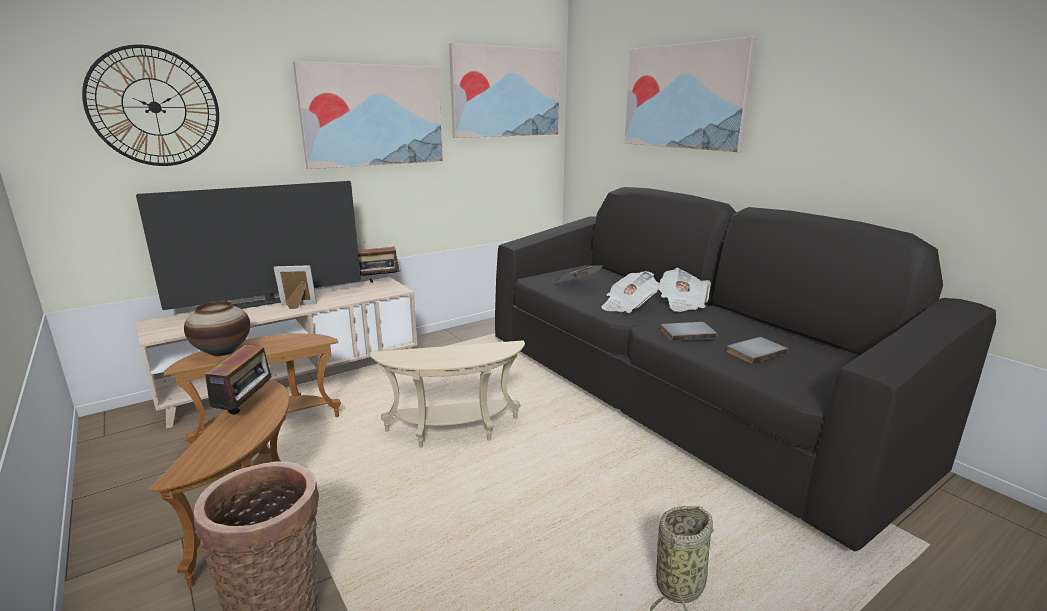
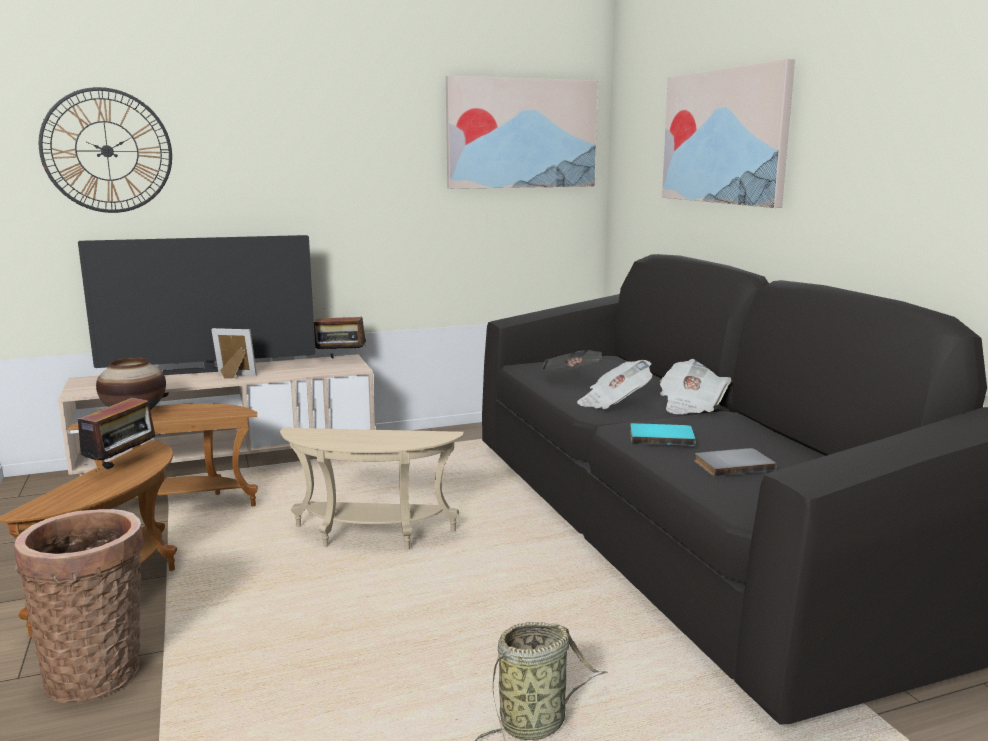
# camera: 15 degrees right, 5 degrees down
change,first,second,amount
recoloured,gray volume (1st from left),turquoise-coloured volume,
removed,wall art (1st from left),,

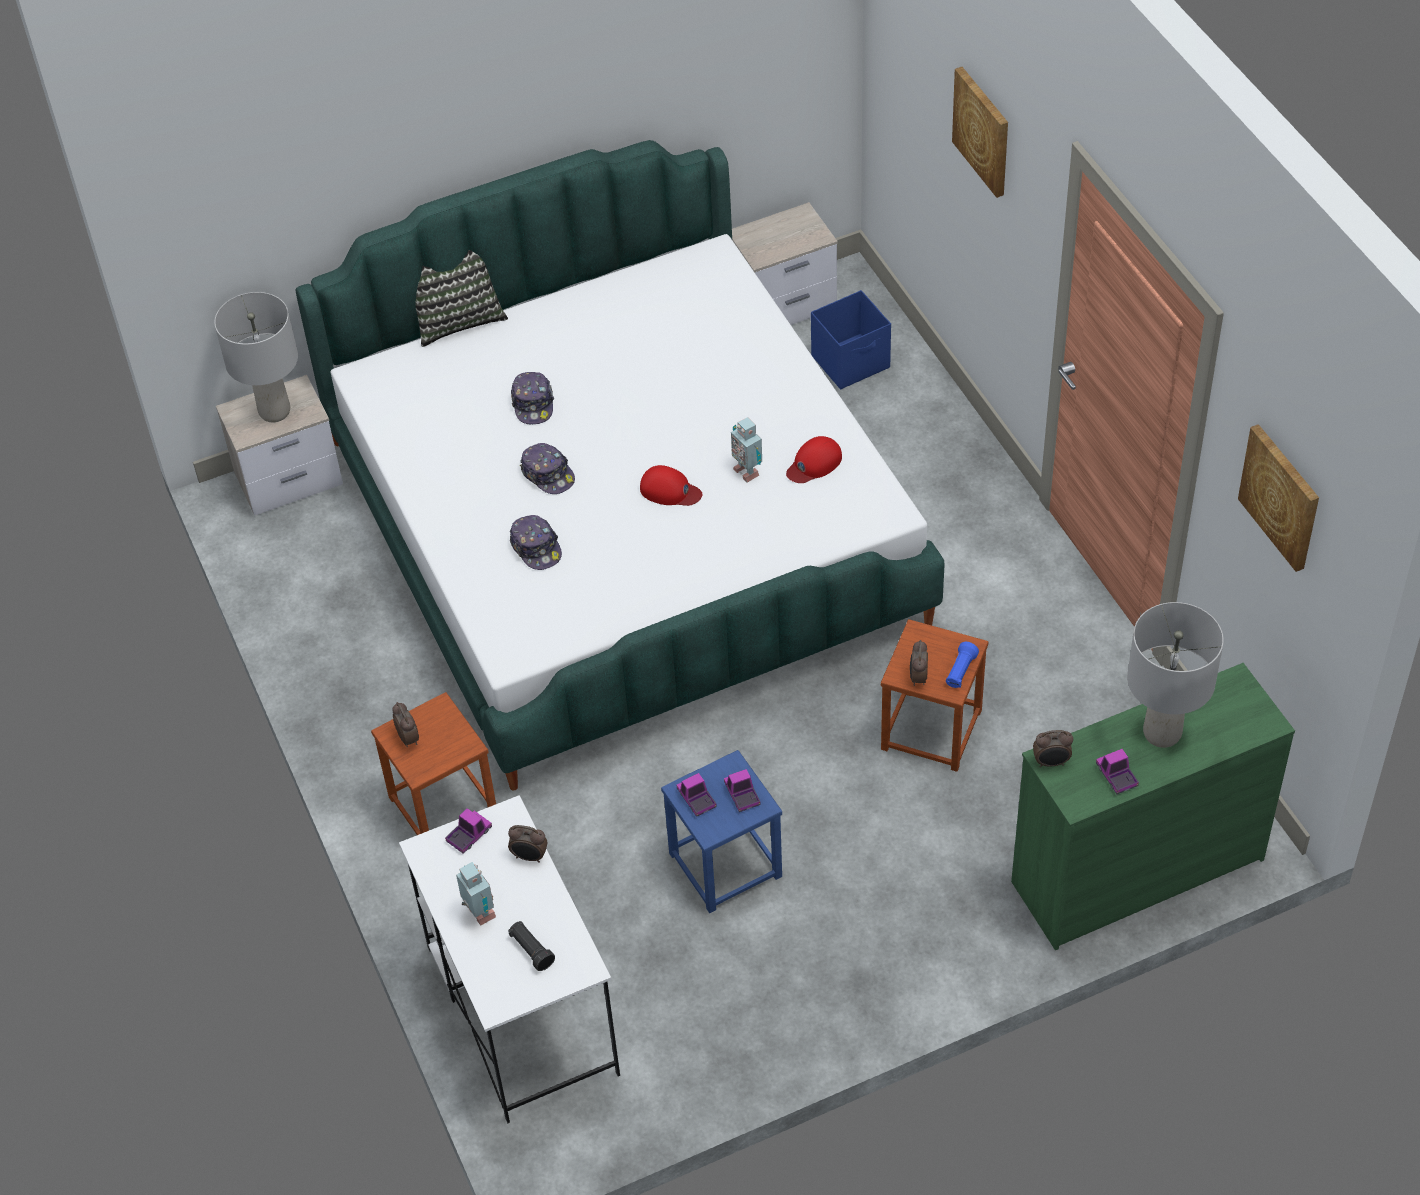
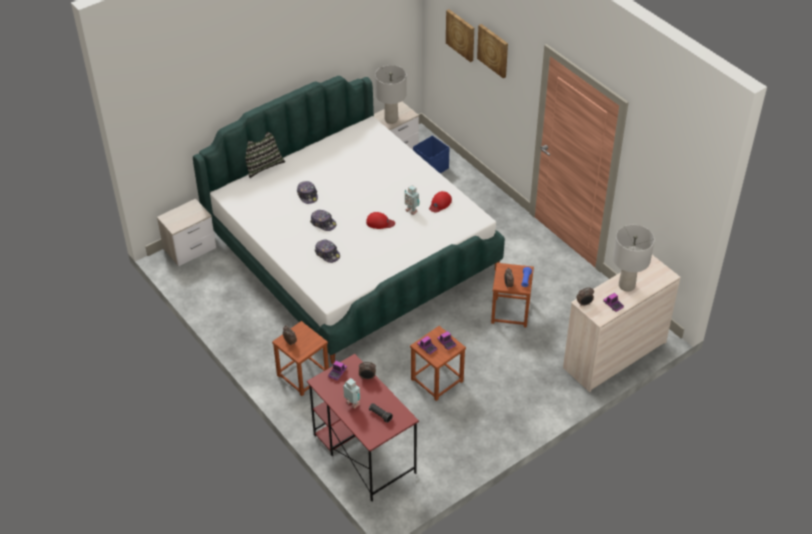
# camera: 15 degrees left, 5 degrees down
change,first,second,amount
recoloured,white desk unit,reddish desk unit,
moved,gray lamp for a table (1st from left),,
recoloured,bluish stool,brown-coloured stool (2nd from left),
moved,wall art (2nd from left in the first image),wall art (1st from left),
recoloured,greenish dresser,beige dresser,

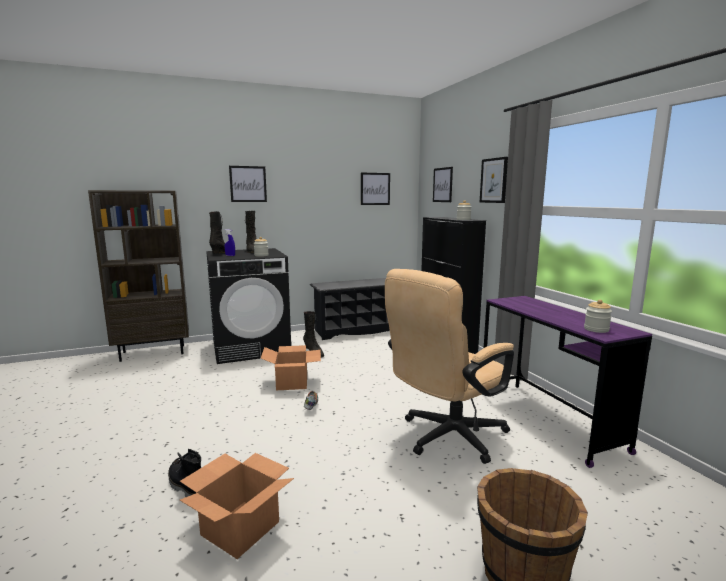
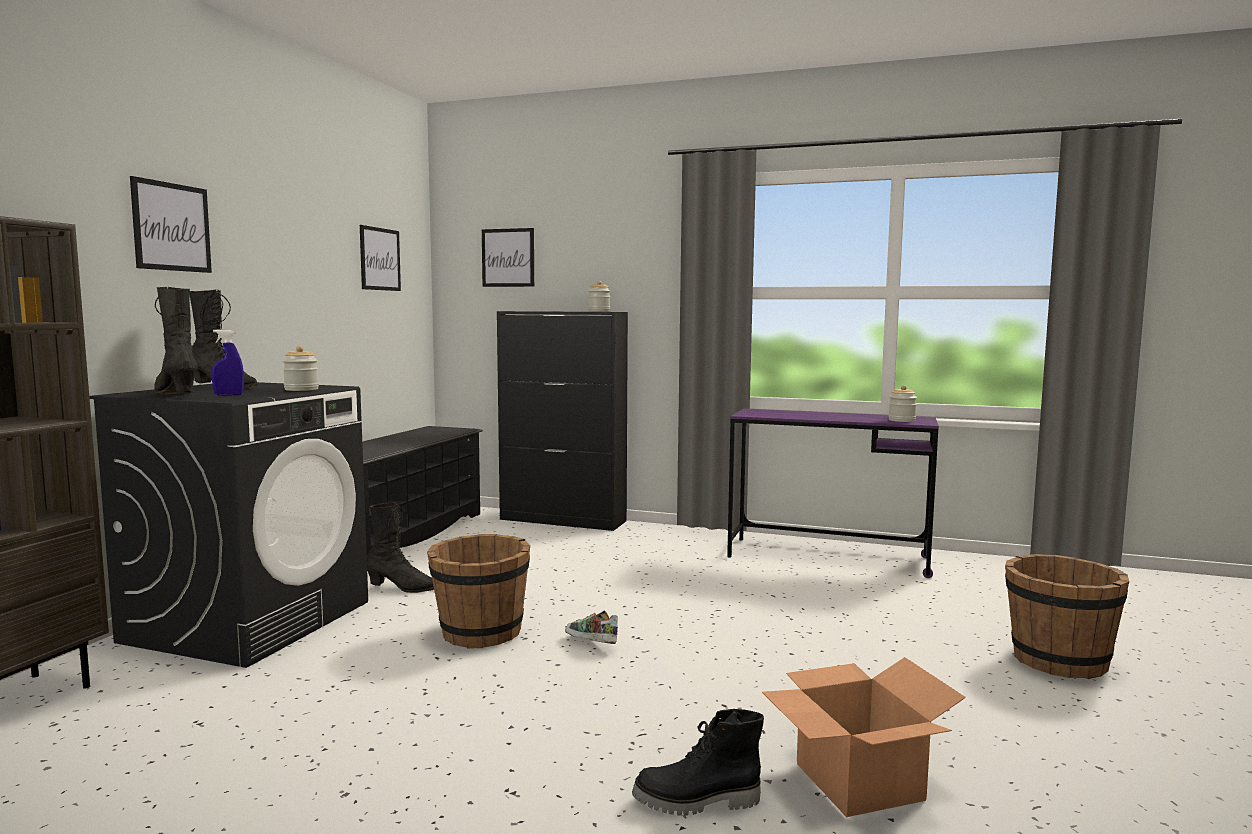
# camera: 50 degrees left, 5 degrees down
change,first,second,amount
replaced,cardboard box (2nd from left),brown-coloured bucket (1st from left),
removed,beige office chair,,
removed,wall art (4th from left),,

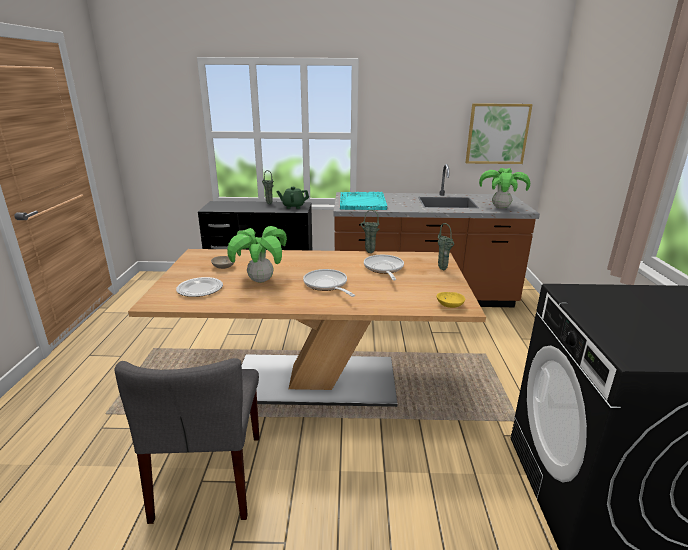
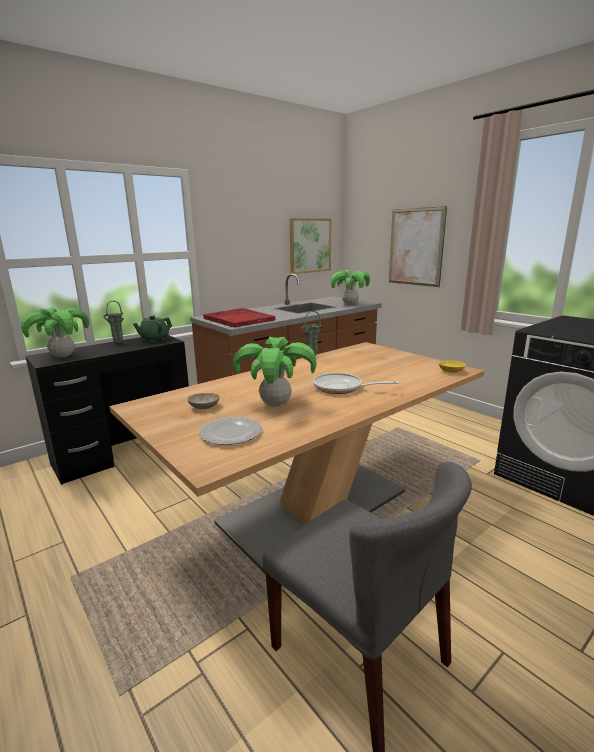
# camera: 40 degrees left, 5 degrees down
change,first,second,amount
added,,houseplant (1st from left),
recoloured,turquoise-coloured carrying tray,reddish carrying tray,
added,,wall art (2nd from left),
removed,skillet (2nd from left),,
removed,greenish flower vase (3rd from left),,

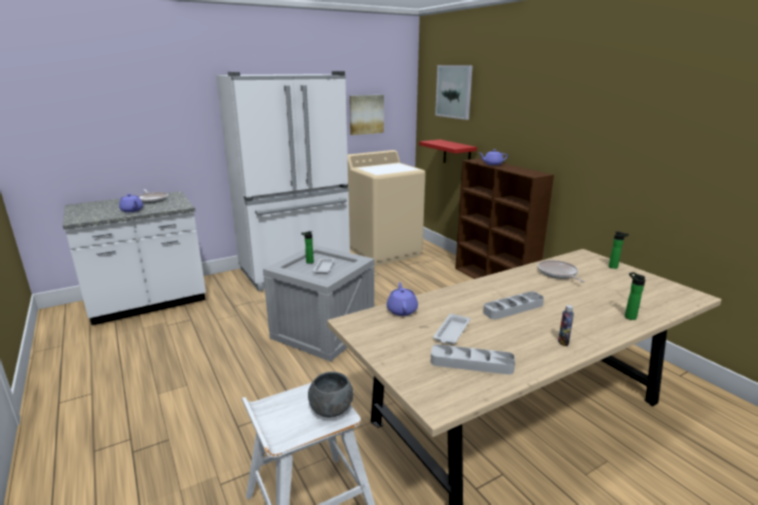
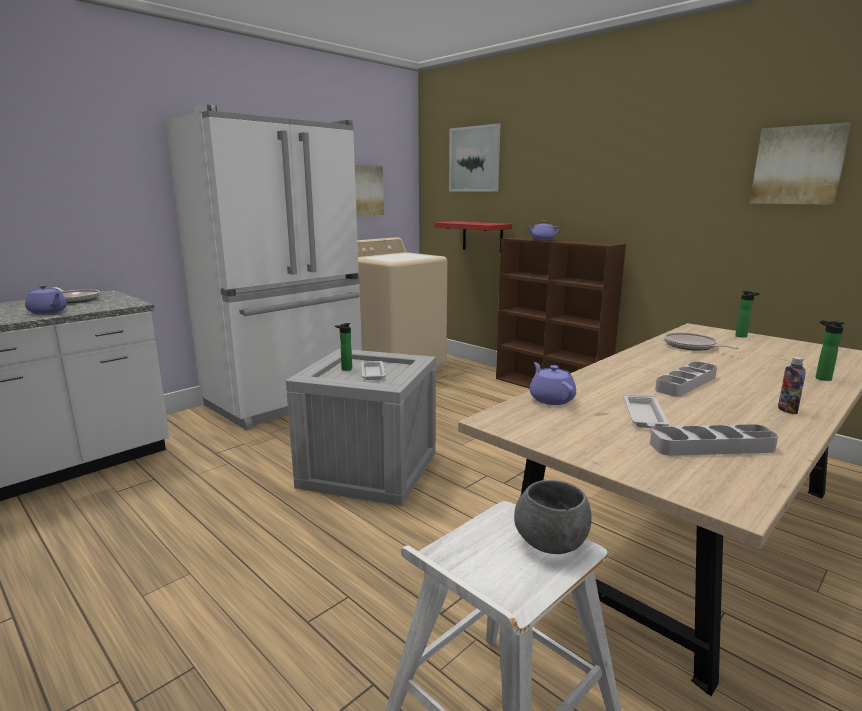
# camera: 15 degrees left, 5 degrees down
change,first,second,amount
added,,wall art (3rd from left),

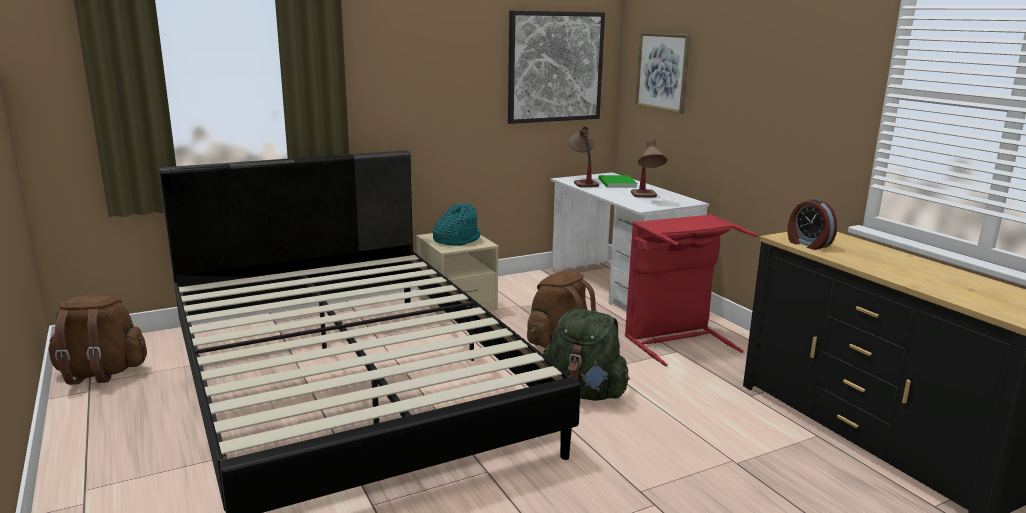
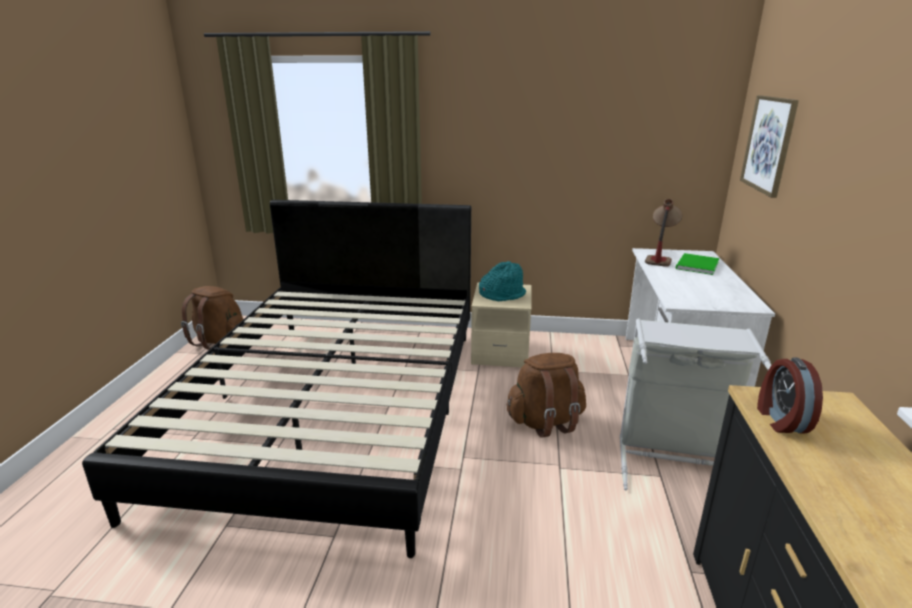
# camera: 35 degrees right, 5 degrees up
change,first,second,amount
recoloured,reddish laundry basket,gray laundry basket,
removed,wall art (1st from left),,
removed,greenish knapsack,,
removed,lamp for a table (2nd from left),,

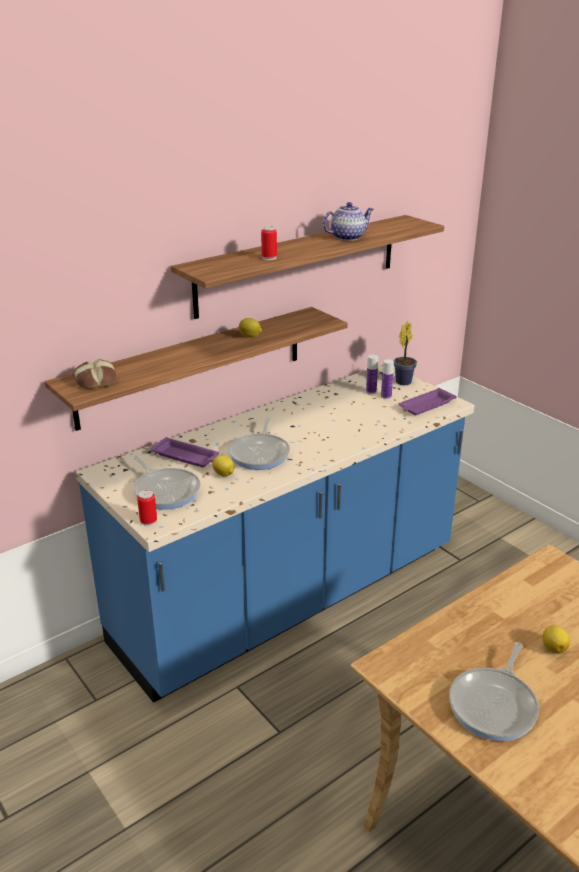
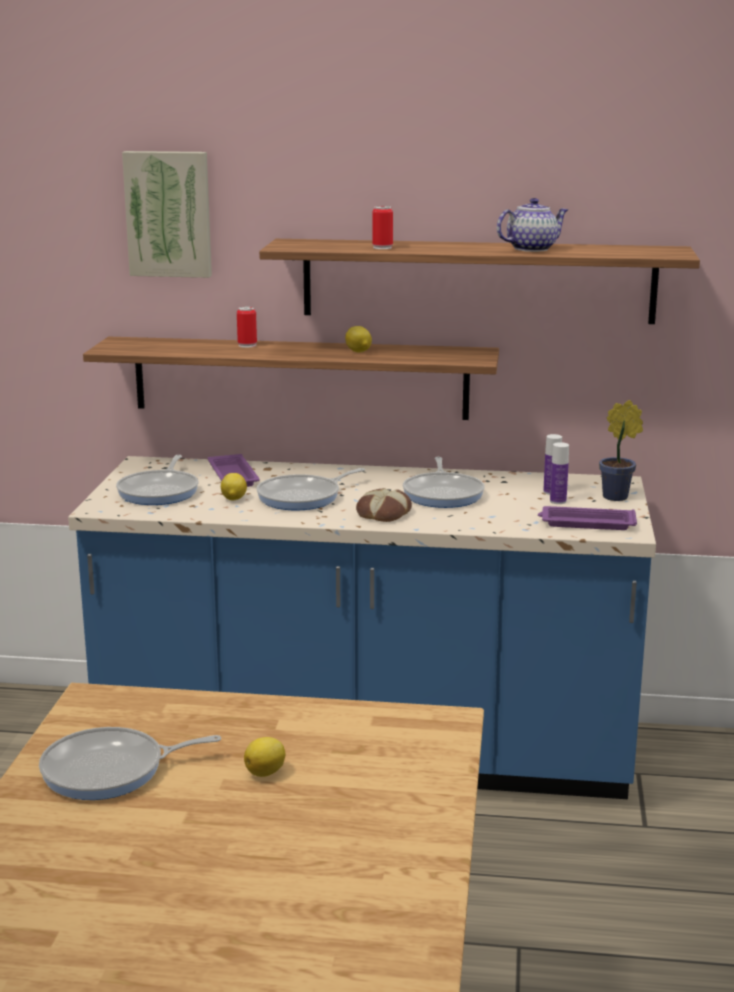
# camera: 45 degrees right, 10 degrees down
change,first,second,amount
added,,wall art,
moved,metal can (1st from left),,
moved,baked bread,,
added,,skillet (4th from left),
turned,pot for tea,,45 degrees counterclockwise

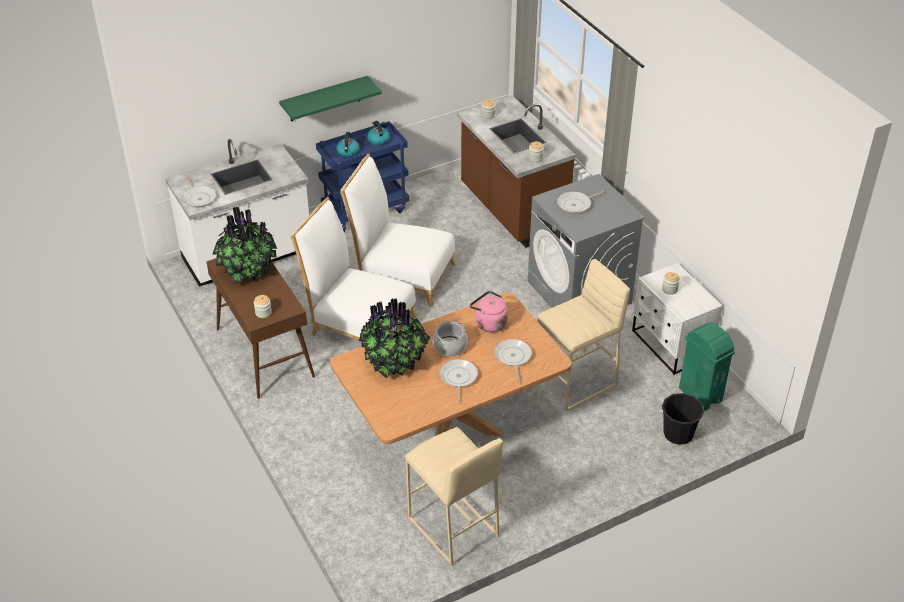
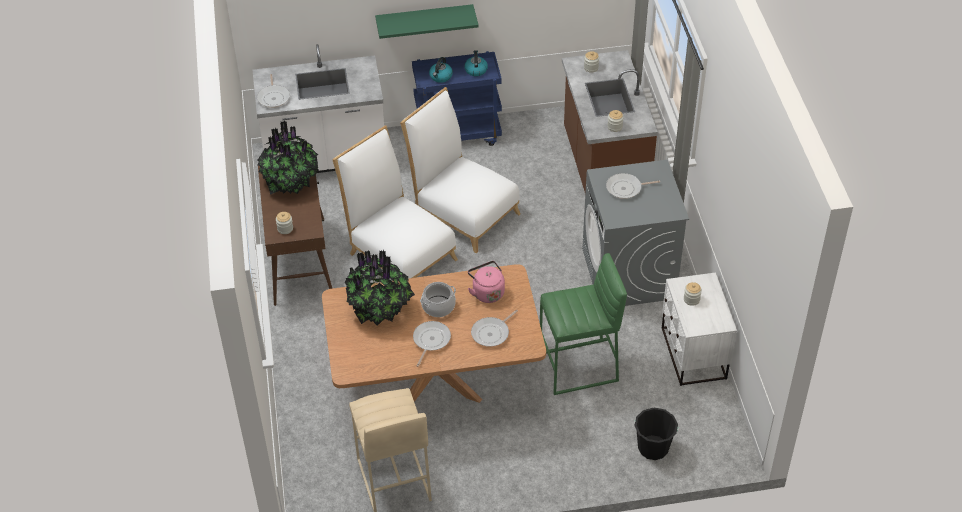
# camera: 20 degrees right, 5 degrees up
change,first,second,amount
turned,skillet (3rd from left),,150 degrees counterclockwise
recoloured,beige stool (2nd from left),greenish stool,
removed,greenish rubbish bin,,

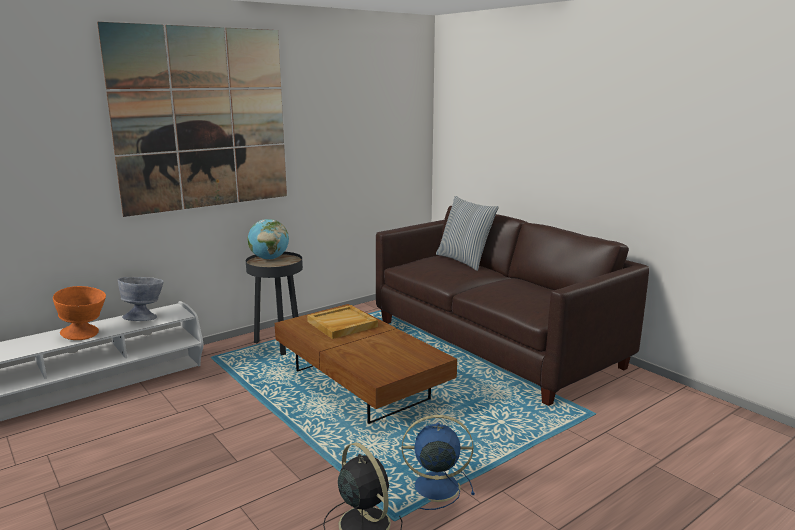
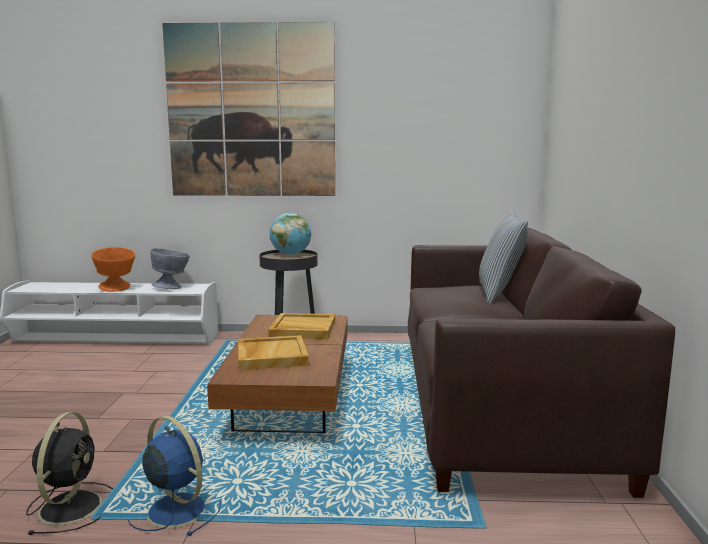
# camera: 40 degrees right, 5 degrees down
change,first,second,amount
added,,beige carrying tray (1st from left),

